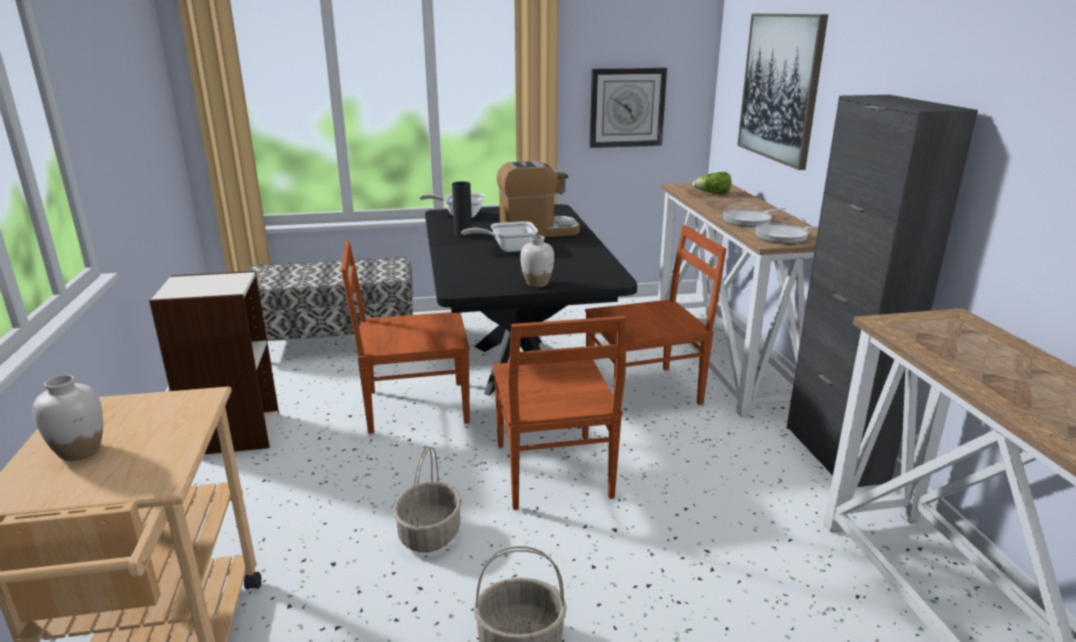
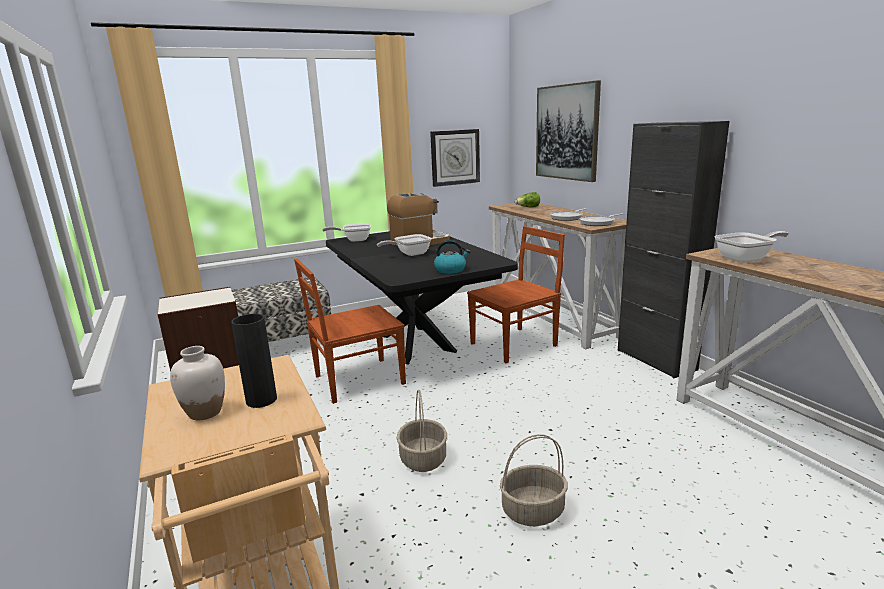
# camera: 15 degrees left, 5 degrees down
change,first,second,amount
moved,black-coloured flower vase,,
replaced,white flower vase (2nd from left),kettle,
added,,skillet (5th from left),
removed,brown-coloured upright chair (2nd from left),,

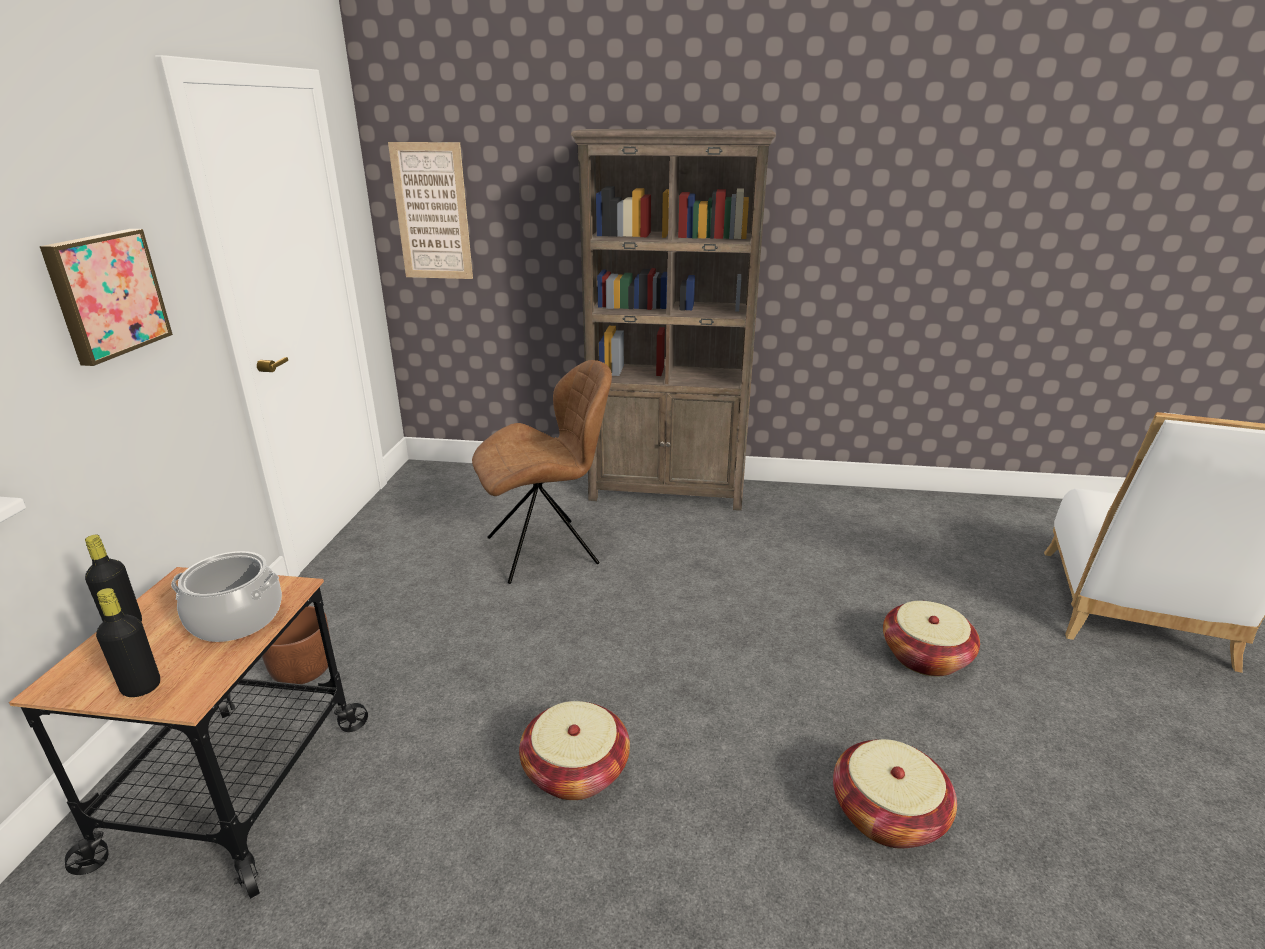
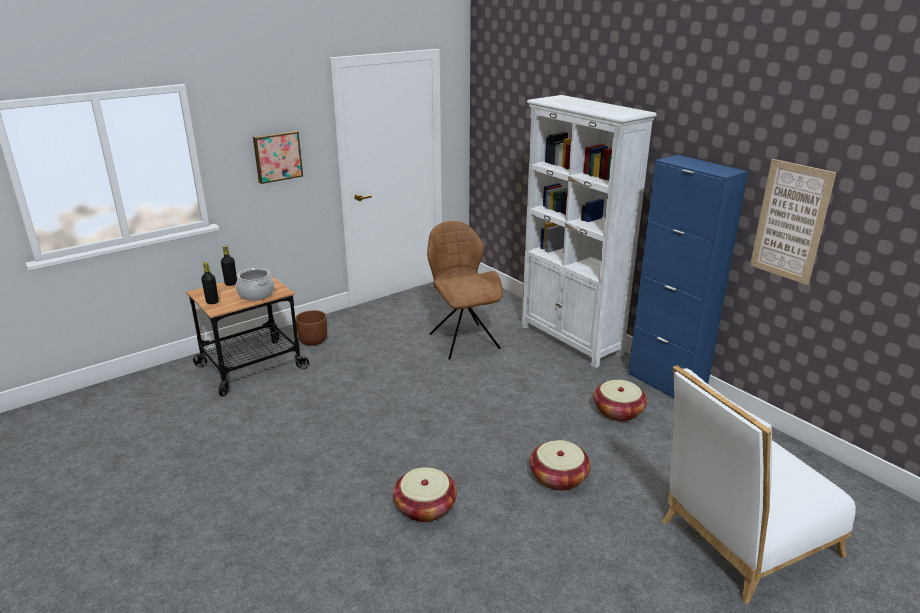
# camera: 45 degrees right, 0 degrees up
change,first,second,amount
turned,brown-coloured upright chair,,135 degrees counterclockwise
recoloured,brown-coloured shelving unit,white shelving unit,
moved,basket (1st from left in the first image),basket (3rd from left),
added,,bluish storage cabinet,
moved,wall art (2nd from left),,

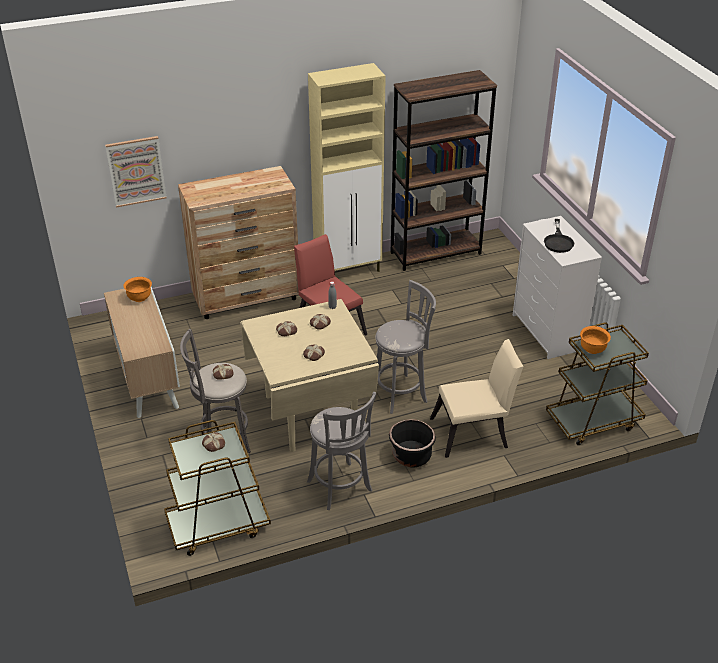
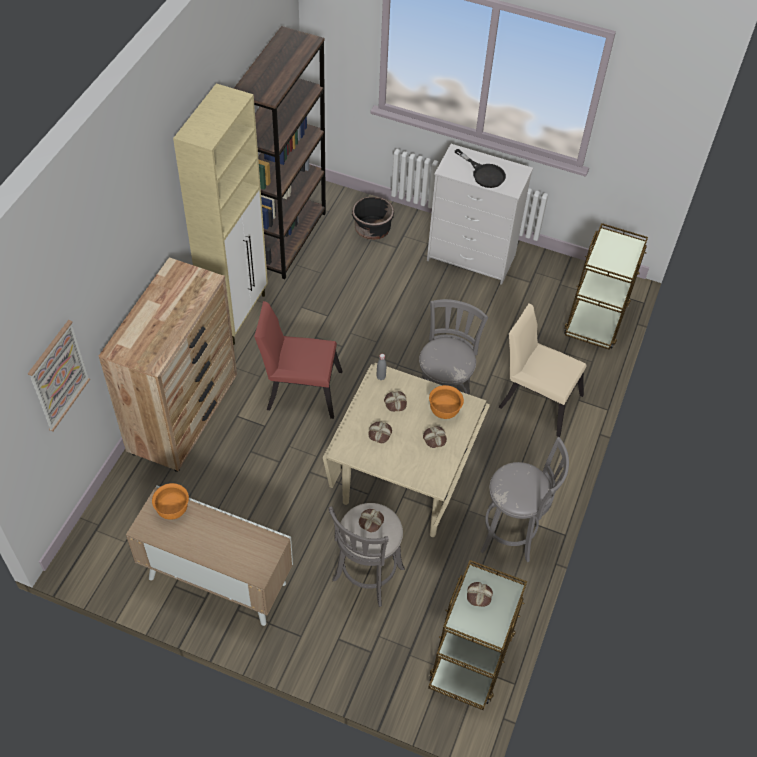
# camera: 50 degrees left, 15 degrees up
change,first,second,amount
moved,black-coloured planter,,
moved,orange-coloured bowl (2nd from left),,
turned,beige upright chair,,90 degrees counterclockwise

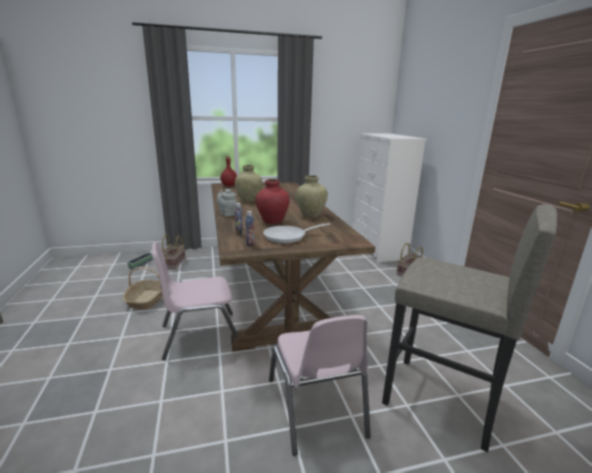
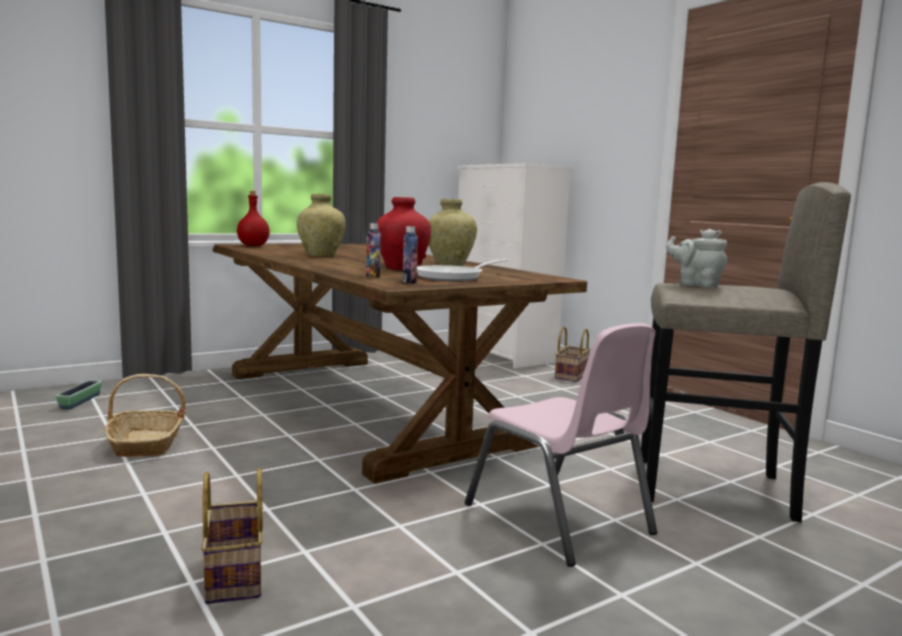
# camera: 20 degrees left, 10 degrees down
change,first,second,amount
moved,basket (2nd from left),,
moved,gray pot for tea,,
removed,pinkish upright chair (1st from left),,

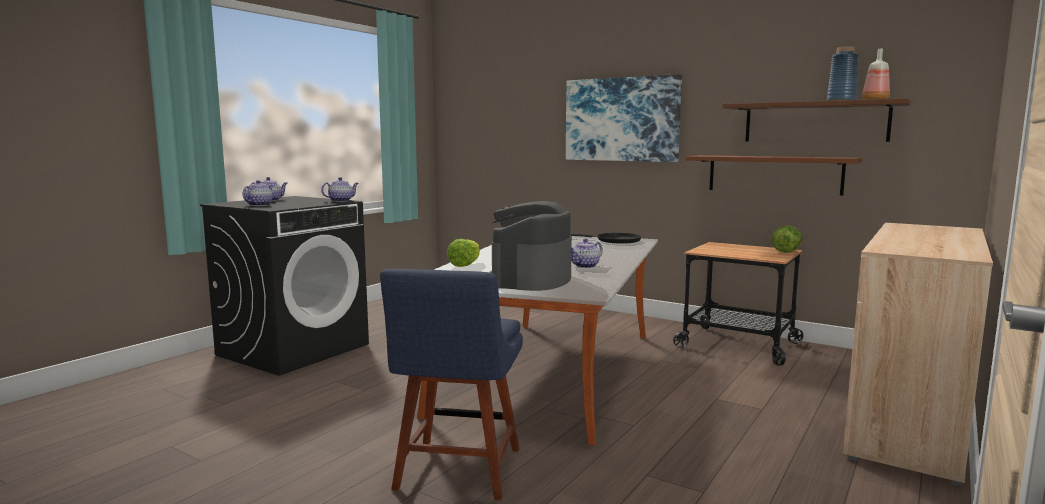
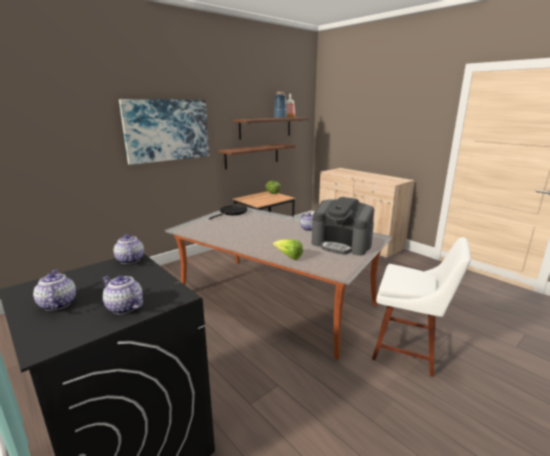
# camera: 75 degrees left, 10 degrees up
change,first,second,amount
recoloured,bluish upright chair,white upright chair,

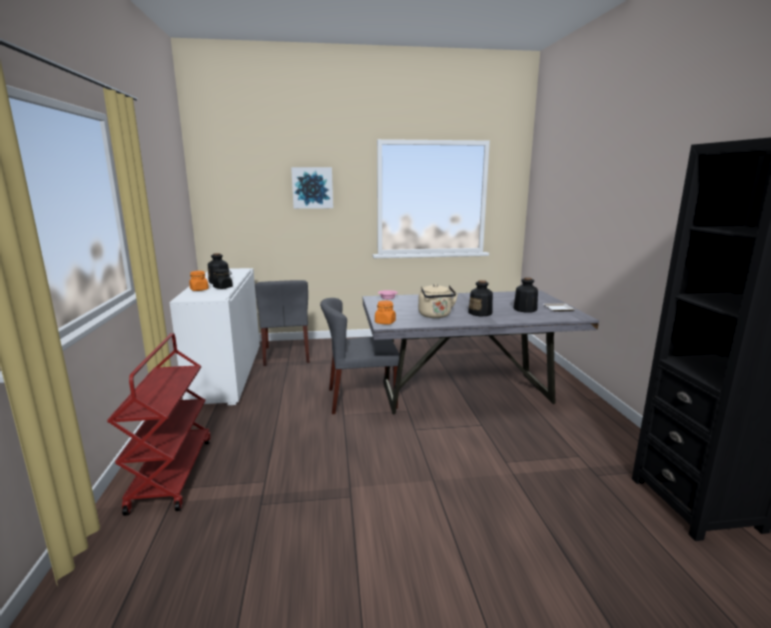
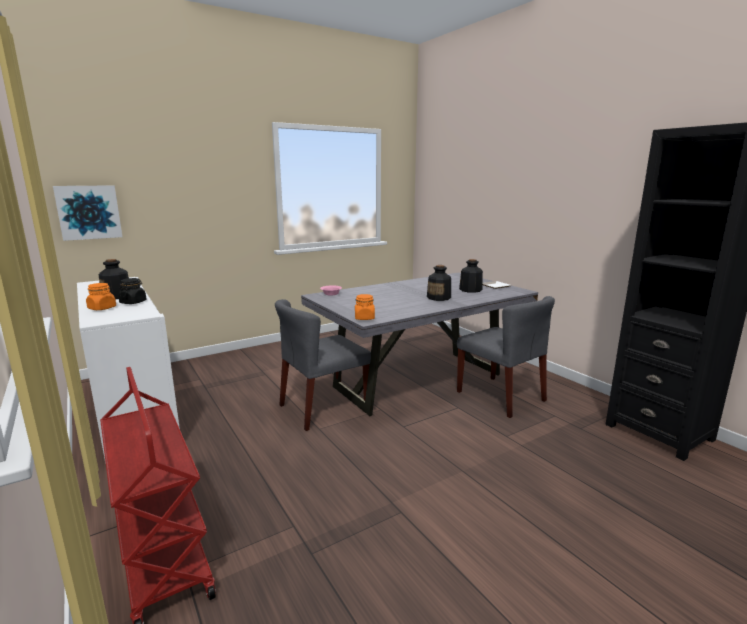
# camera: 25 degrees left, 0 degrees up
change,first,second,amount
moved,wall art,,
moved,gray upright chair (1st from left in the first image),gray upright chair (2nd from left),
removed,beige kettle,,

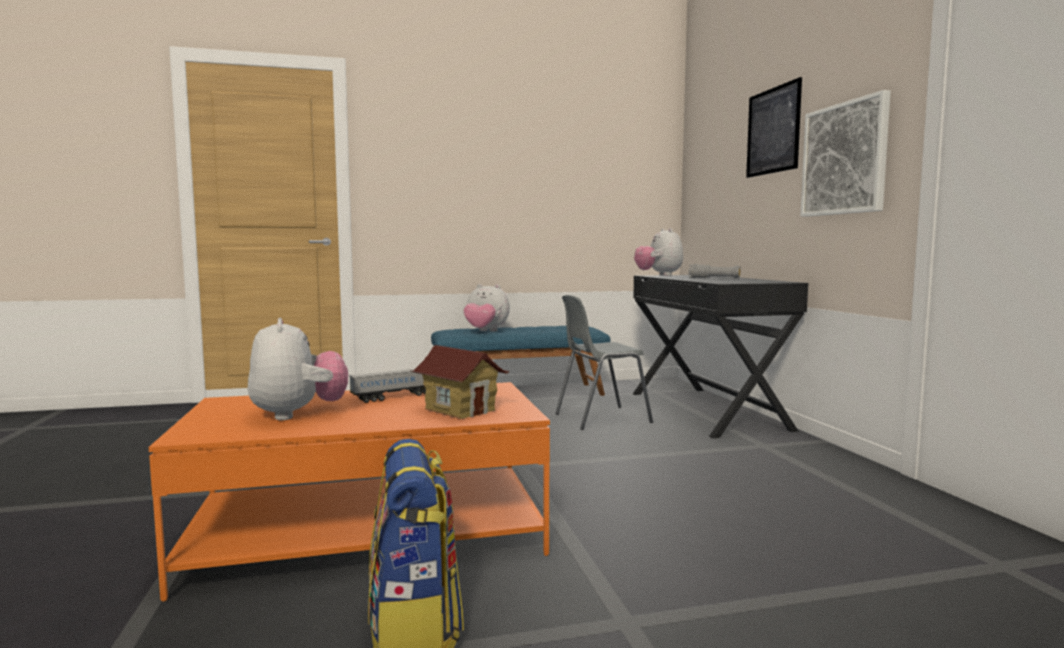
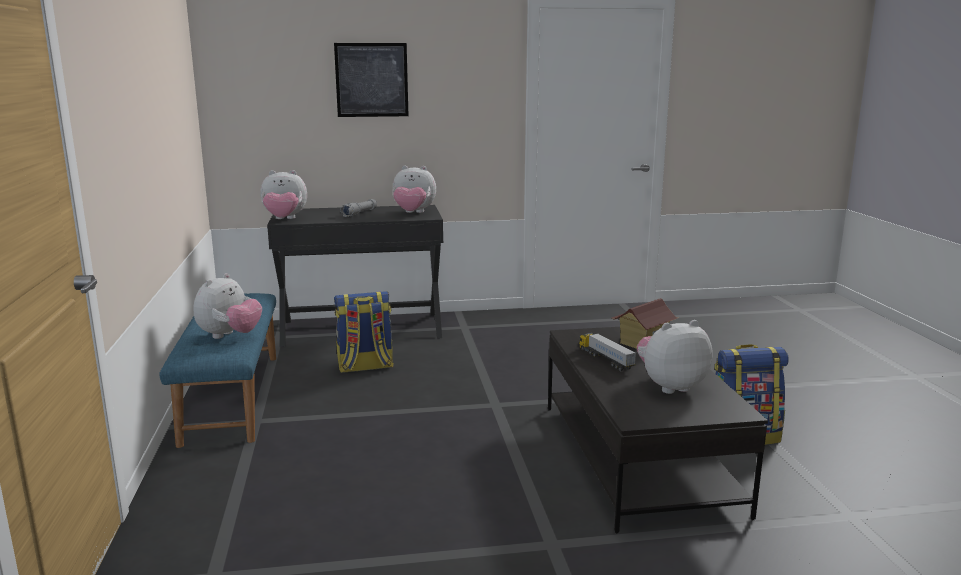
# camera: 85 degrees left, 10 degrees up
change,first,second,amount
replaced,gray upright chair,knapsack (1st from left),
added,,plush toy (3rd from left),
recoloured,orange-coloured lounge table,black-coloured lounge table,
removed,wall art (2nd from left),,

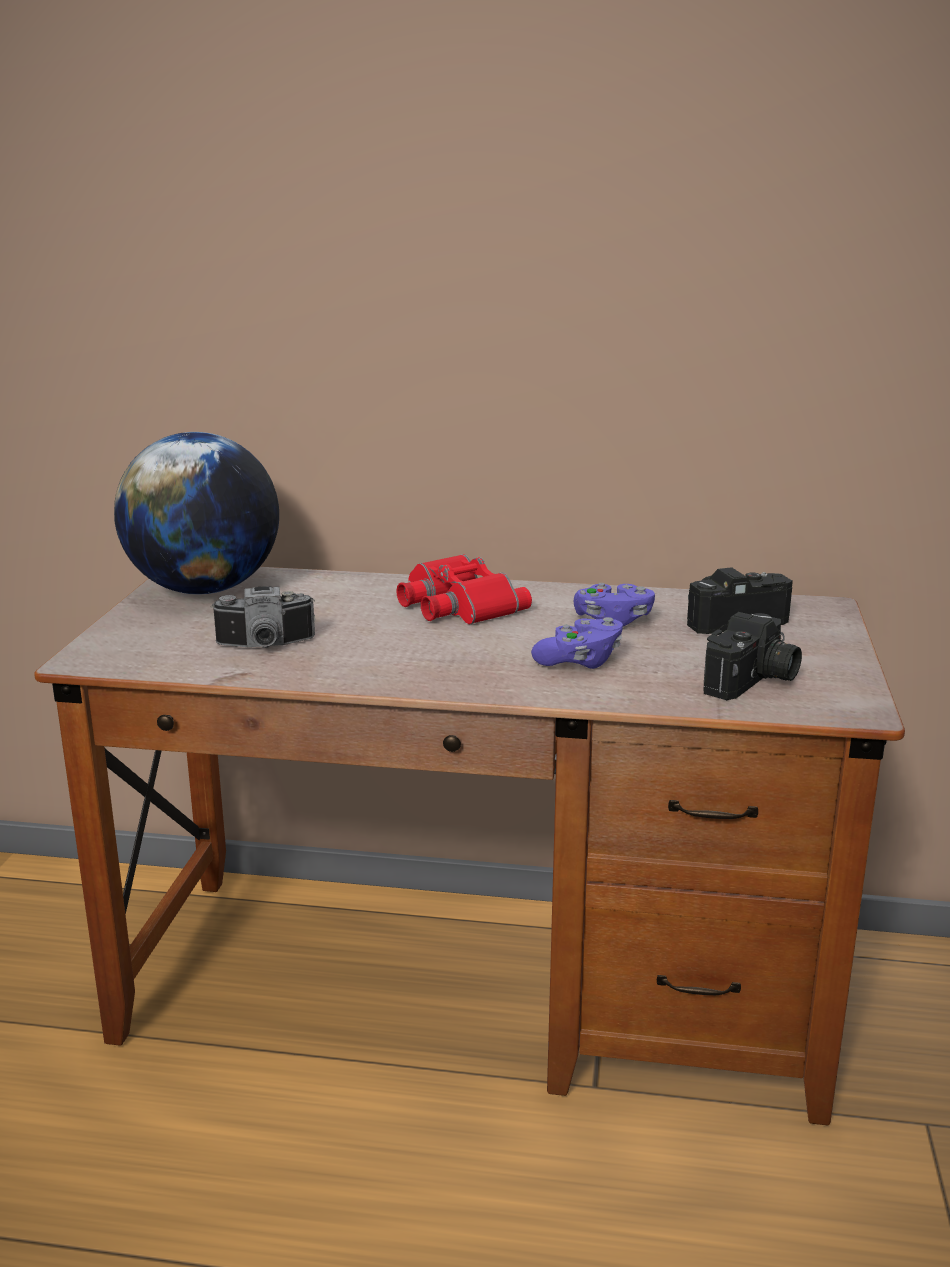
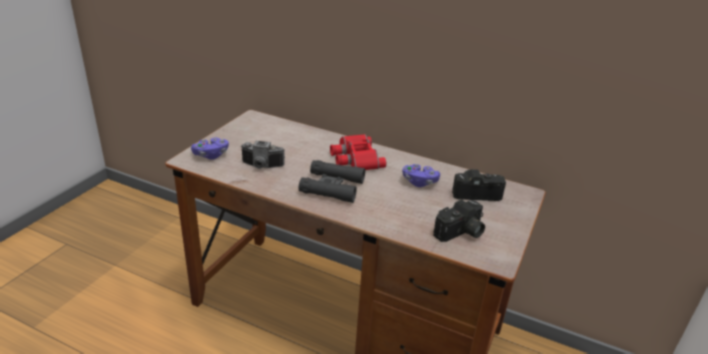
# camera: 15 degrees right, 10 degrees up
change,first,second,amount
moved,purple game controller (1st from left),,
added,,black-coloured binoculars,
removed,globe,,

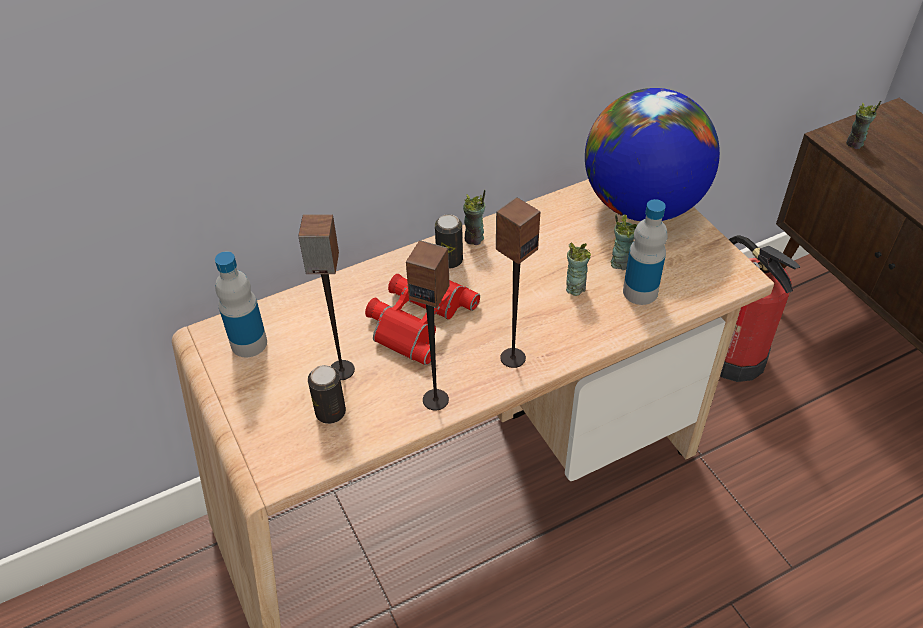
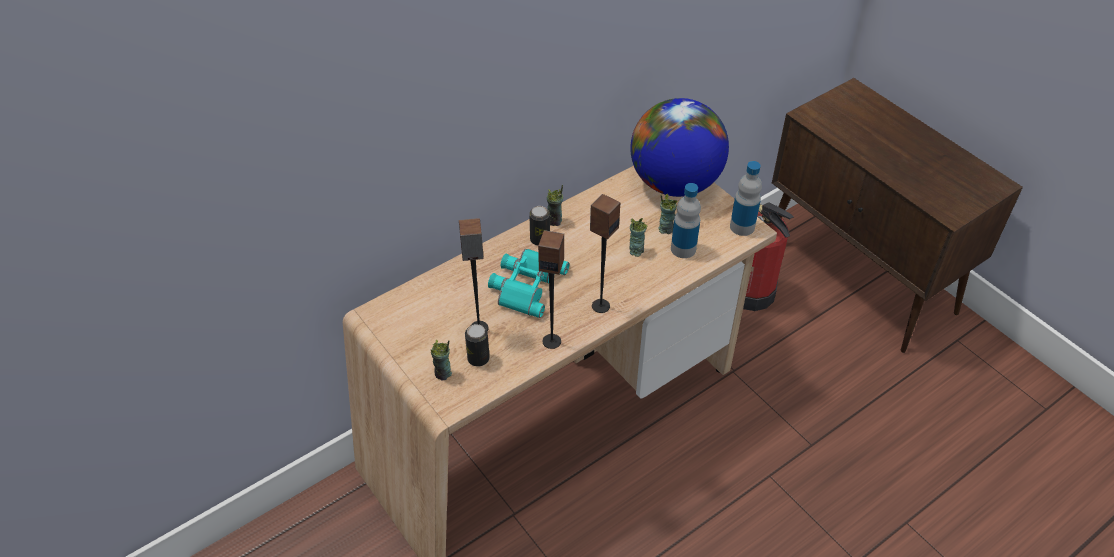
# camera: 10 degrees left, 0 degrees up
change,first,second,amount
moved,cup (4th from left in the first image),cup (1st from left),
recoloured,reddish binoculars,turquoise-coloured binoculars,
moved,beverage bottle (1st from left in the first image),beverage bottle (2nd from left),

